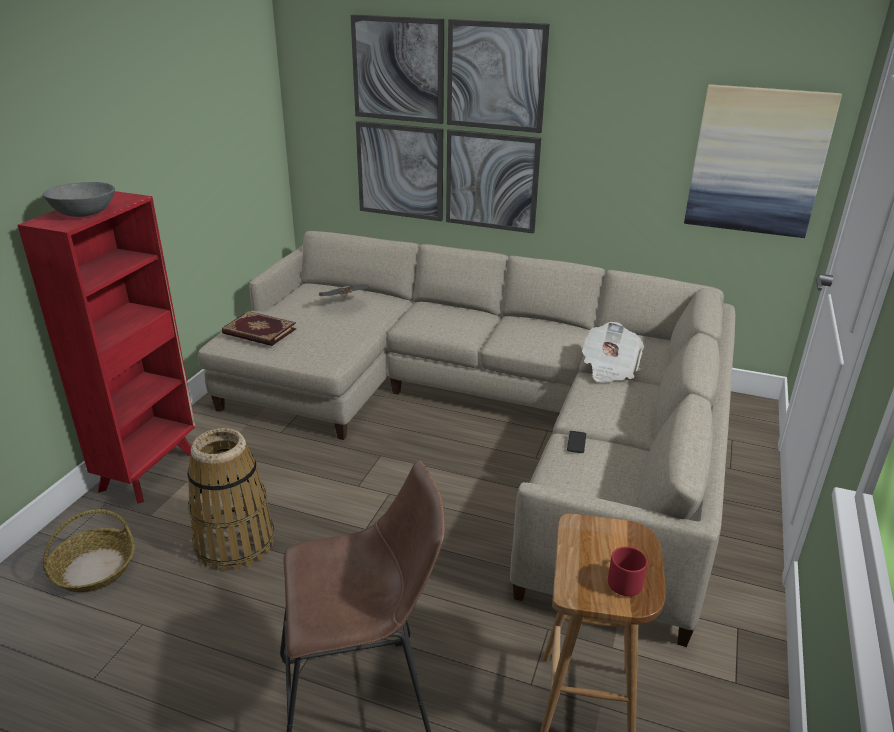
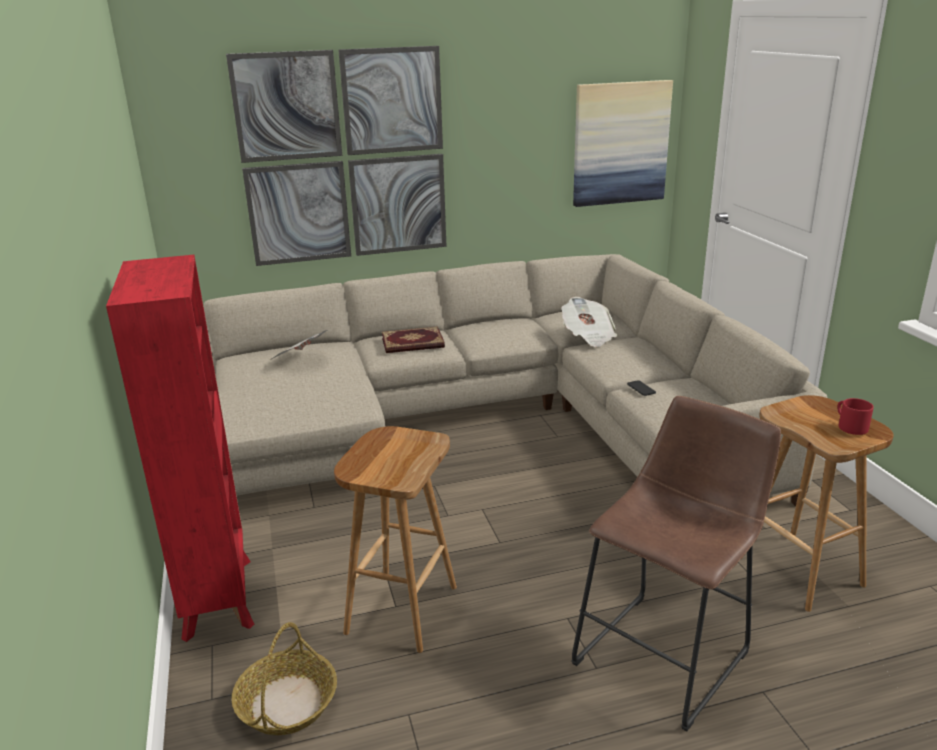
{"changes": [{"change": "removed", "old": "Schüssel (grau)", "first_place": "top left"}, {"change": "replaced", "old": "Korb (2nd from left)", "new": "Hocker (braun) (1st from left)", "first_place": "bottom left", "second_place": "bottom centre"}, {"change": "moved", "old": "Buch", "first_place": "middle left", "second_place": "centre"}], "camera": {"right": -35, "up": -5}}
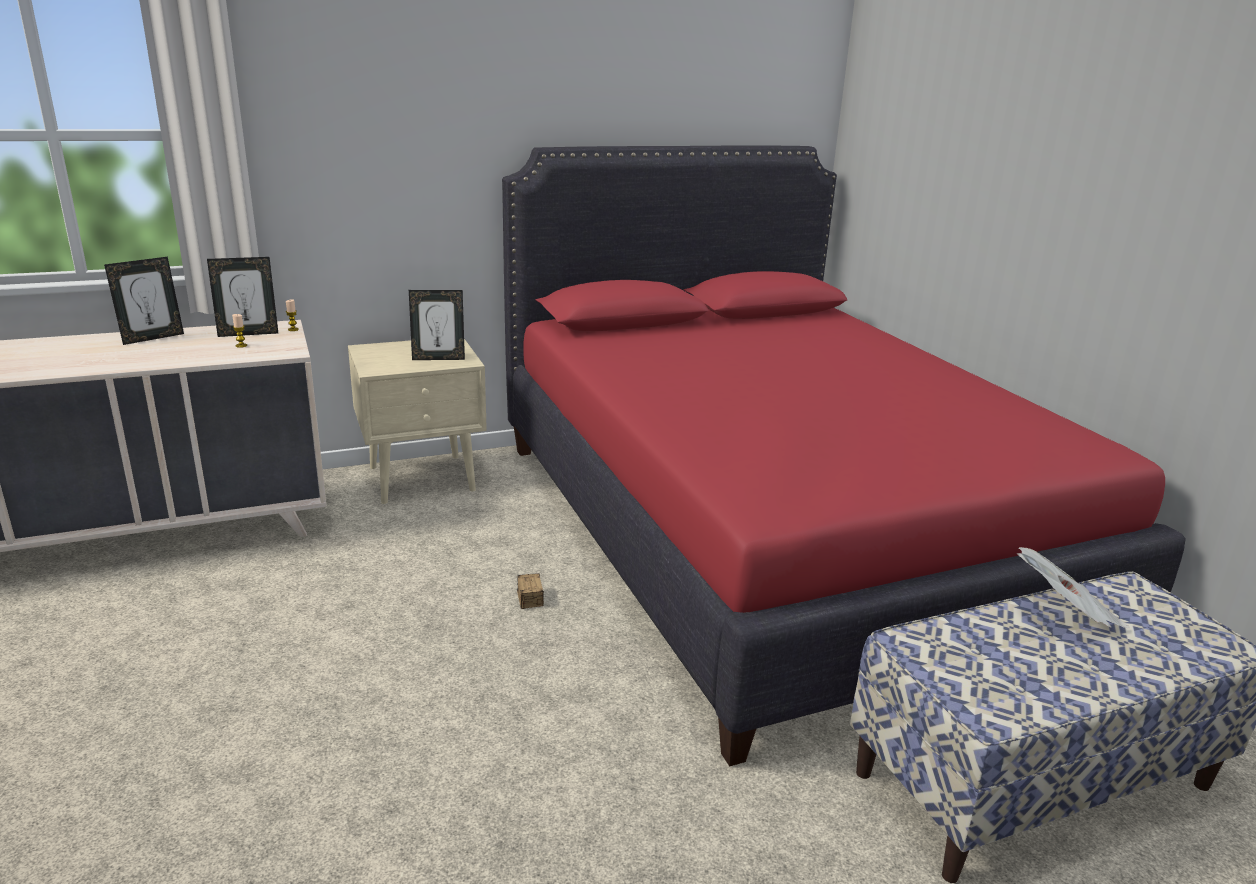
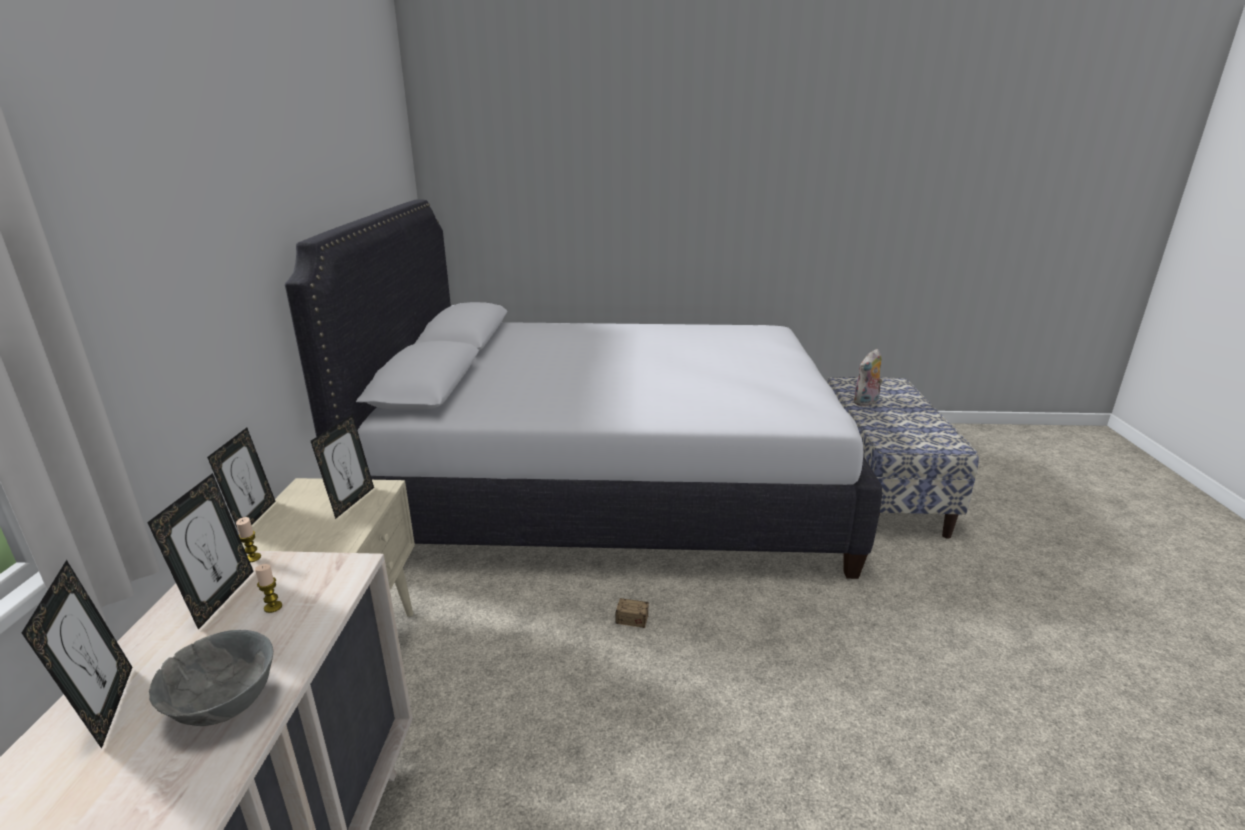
{"changes": [{"change": "recoloured", "old": "Bett (rot)", "new": "Bett (weiß)", "first_place": "middle right", "second_place": "centre"}, {"change": "replaced", "old": "Zeitung", "new": "Plüschtier", "first_place": "middle right", "second_place": "middle right"}, {"change": "added", "new": "Schüssel (grau)", "second_place": "bottom left"}, {"change": "added", "new": "Bilderrahmen (3rd from left)", "second_place": "middle left"}], "camera": {"right": -65, "up": 0}}
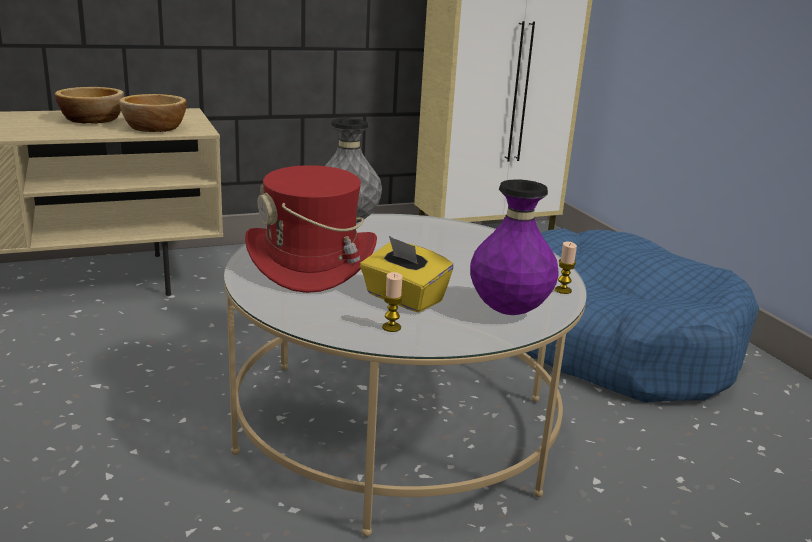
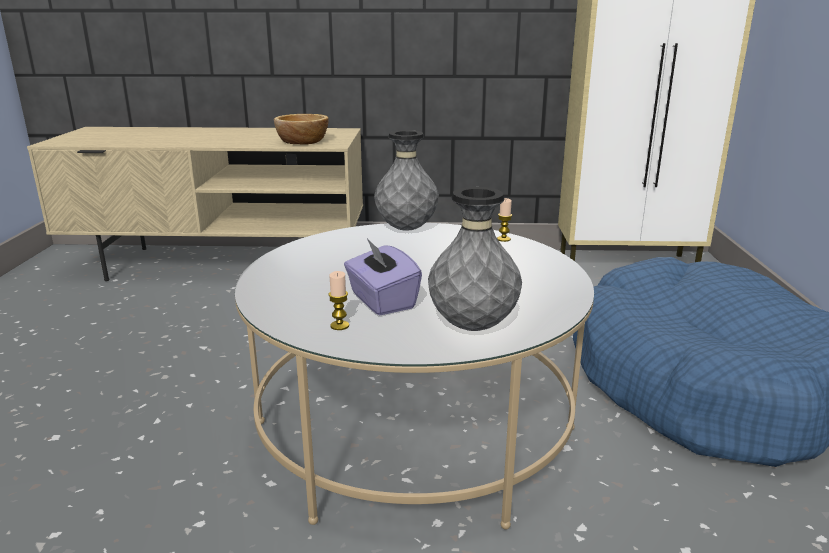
{"changes": [{"change": "removed", "old": "Schüssel (1st from left)", "first_place": "top left"}, {"change": "removed", "old": "Hut (rot)", "first_place": "centre"}, {"change": "recoloured", "old": "Taschentuchbox (gelb)", "new": "Taschentuchbox (lila)", "first_place": "centre", "second_place": "centre"}, {"change": "recoloured", "old": "Vase (lila)", "new": "Vase (grau) (2nd from left)", "first_place": "centre", "second_place": "centre"}, {"change": "moved", "old": "Kerze (2nd from left)", "first_place": "middle right", "second_place": "centre"}], "camera": {"right": 25, "up": 0}}
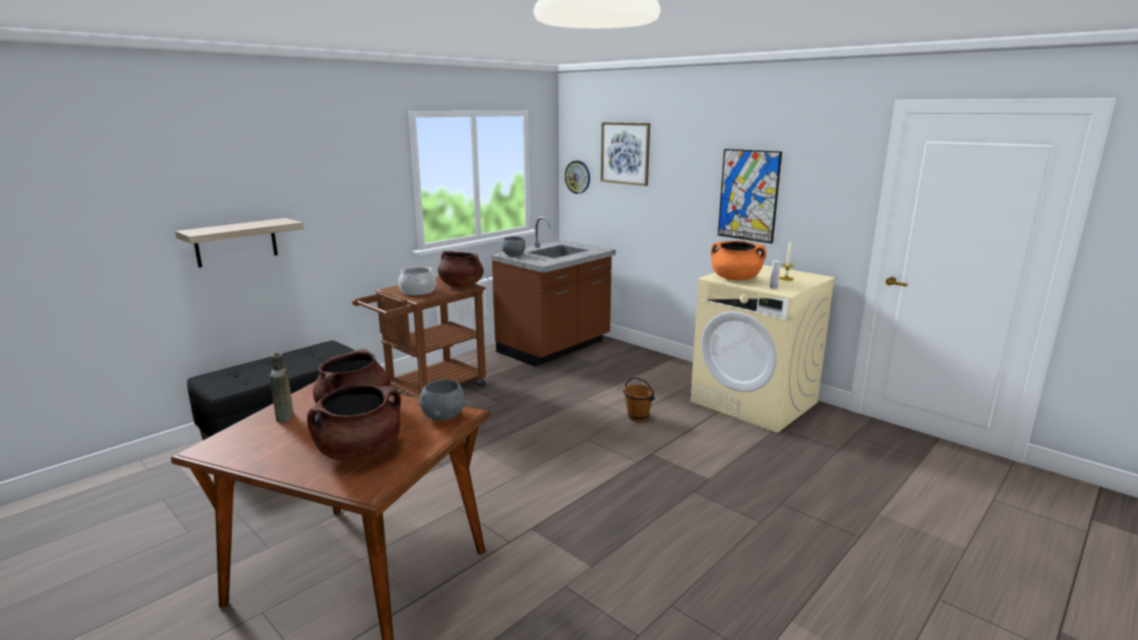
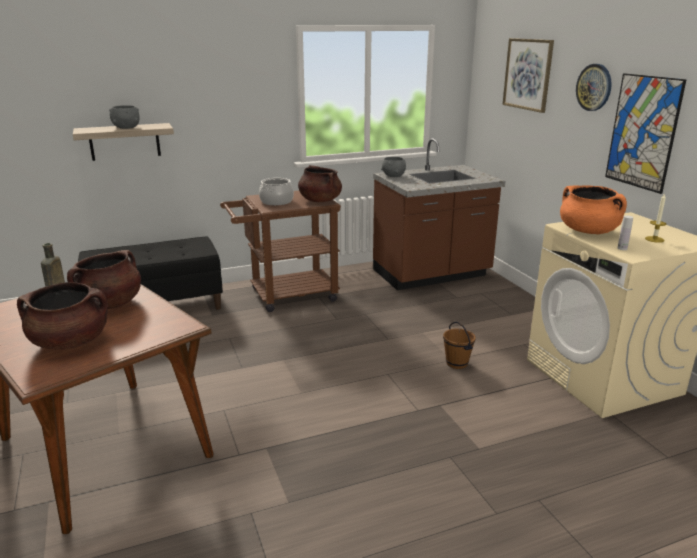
{"changes": [{"change": "moved", "old": "Schüssel (grau) (1st from left)", "first_place": "centre", "second_place": "top left"}, {"change": "moved", "old": "Wanduhr", "first_place": "top centre", "second_place": "top right"}], "camera": {"right": 25, "up": 5}}
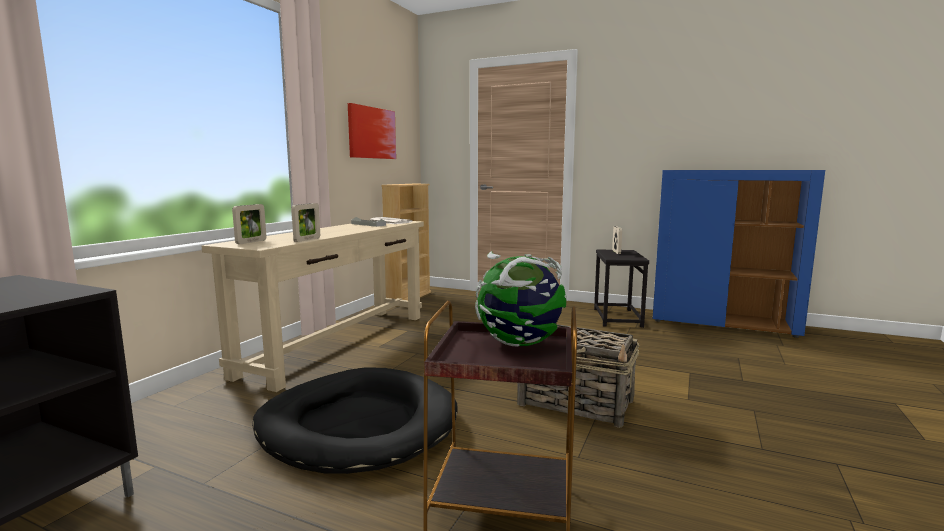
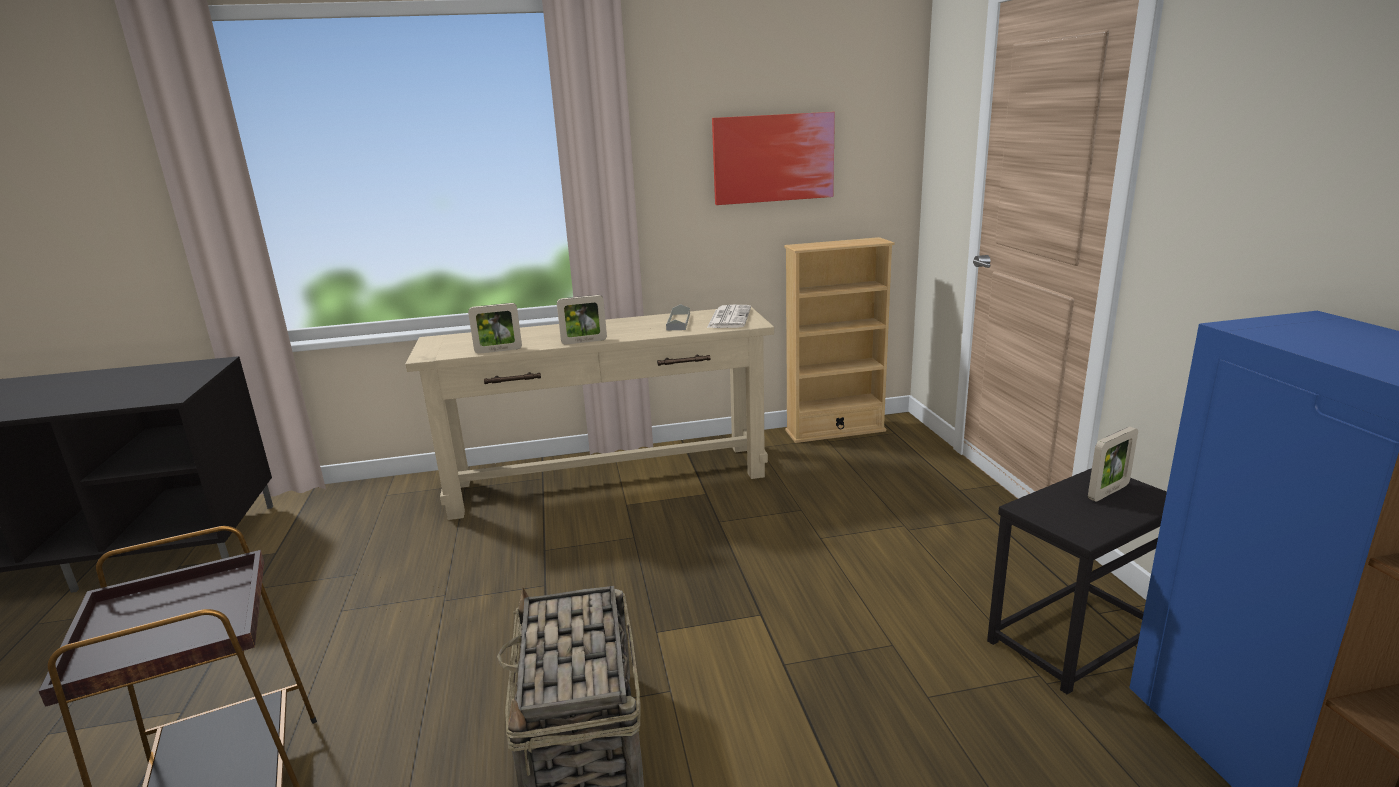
{"changes": [{"change": "moved", "old": "Bilderrahmen (1st from left in the first image)", "new": "Bilderrahmen (2nd from left)", "first_place": "middle left", "second_place": "centre"}, {"change": "removed", "old": "Hundebett (schwarz)", "first_place": "bottom centre"}, {"change": "removed", "old": "Globus", "first_place": "centre"}], "camera": {"right": 55, "up": 10}}
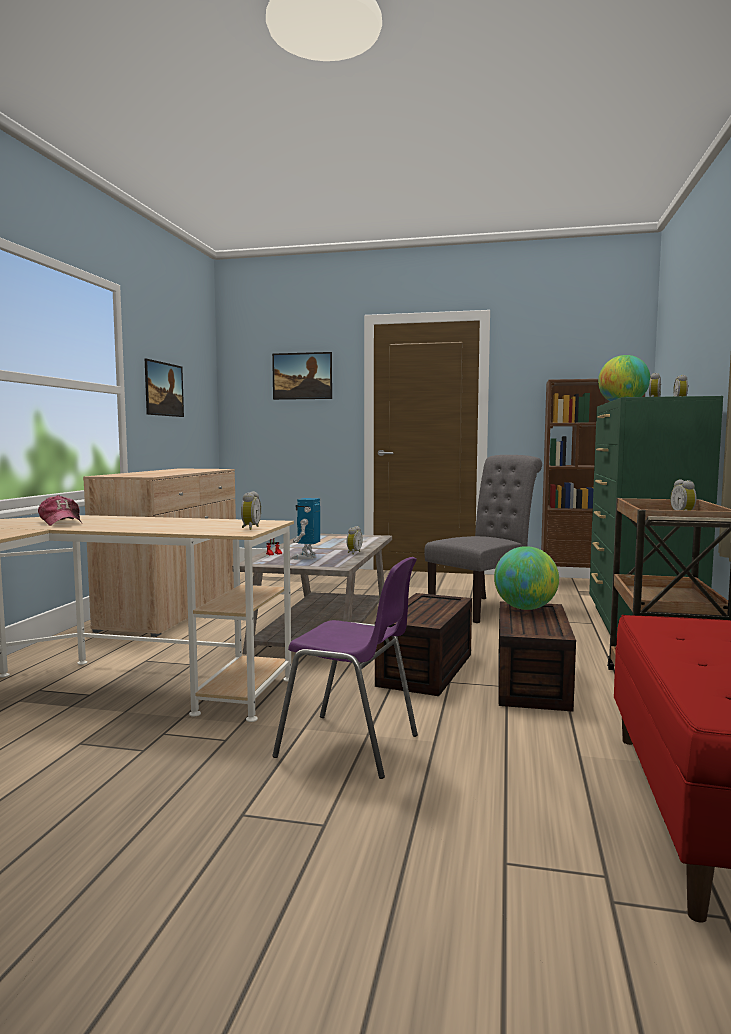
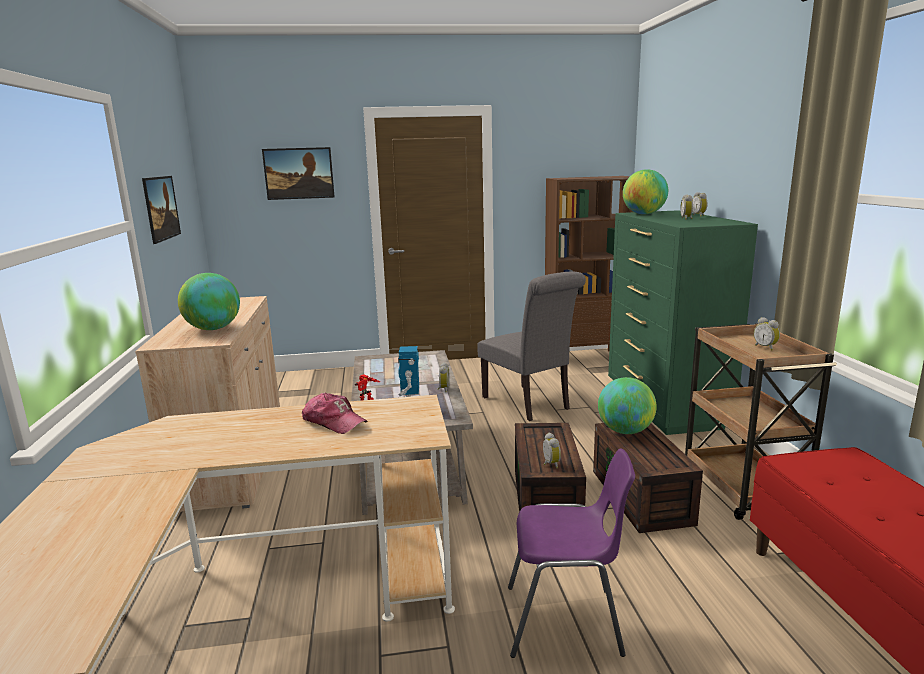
{"changes": [{"change": "moved", "old": "Kappe", "first_place": "middle left", "second_place": "centre"}, {"change": "moved", "old": "Wecker (1st from left in the first image)", "new": "Wecker (2nd from left)", "first_place": "centre", "second_place": "bottom centre"}, {"change": "turned", "old": "Stuhl (grau)", "first_place": "centre", "second_place": "centre", "degrees": 120}, {"change": "added", "new": "Globus (1st from left)", "second_place": "middle left"}], "camera": {"right": -20, "up": 10}}
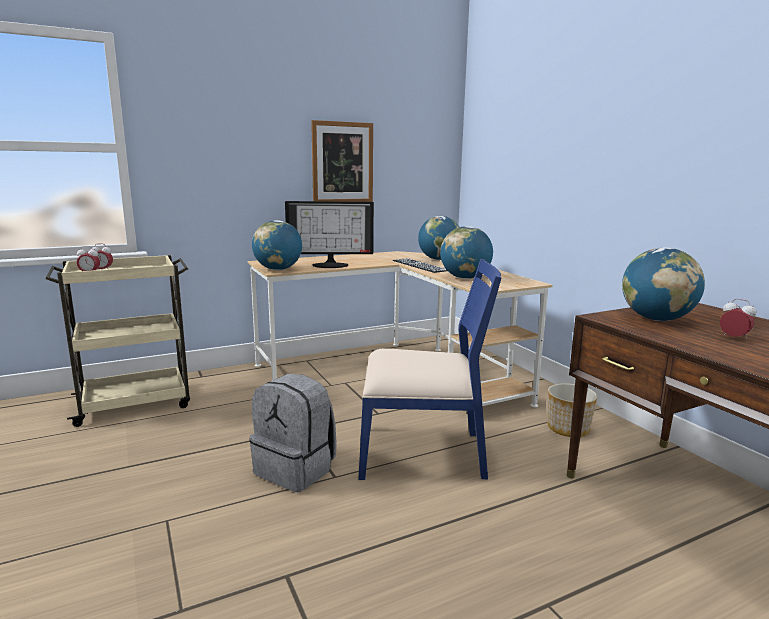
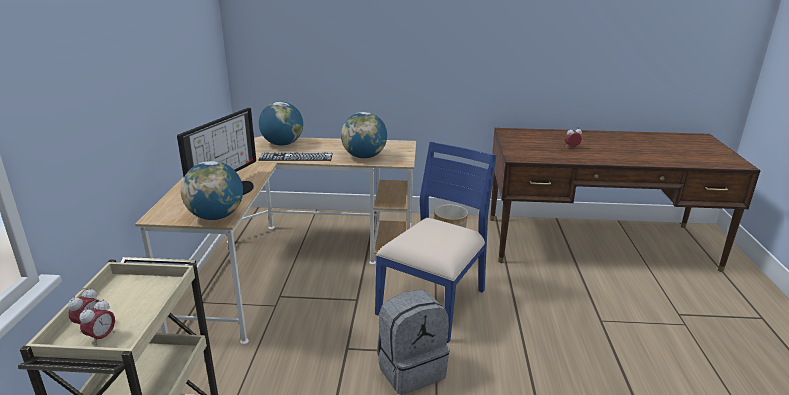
{"changes": [{"change": "removed", "old": "Bild", "first_place": "top centre"}, {"change": "removed", "old": "Globus (4th from left)", "first_place": "middle right"}], "camera": {"right": -60, "up": 10}}
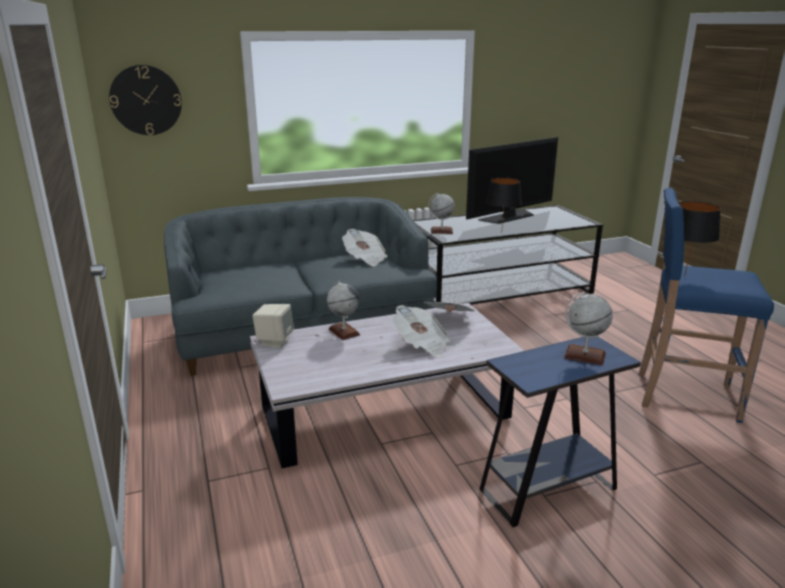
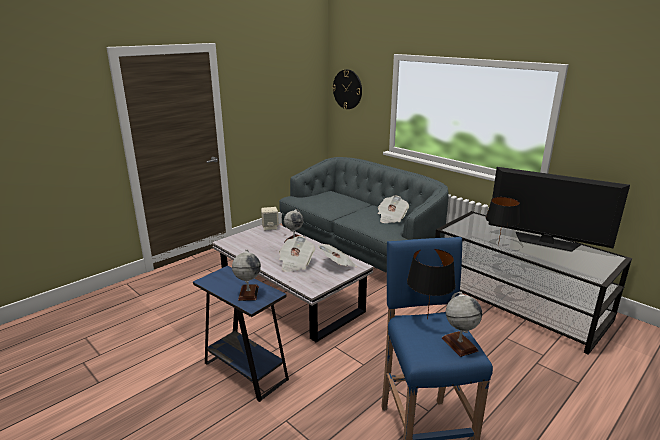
{"changes": [{"change": "moved", "old": "Globus (2nd from left in the first image)", "new": "Globus (3rd from left)", "first_place": "centre", "second_place": "bottom right"}], "camera": {"right": 65, "up": 0}}
